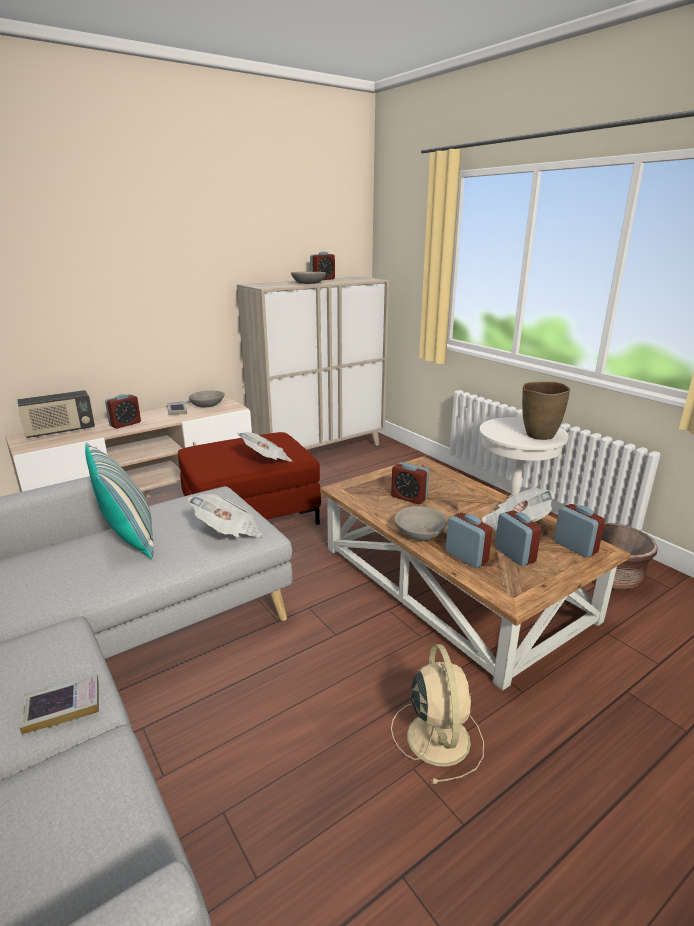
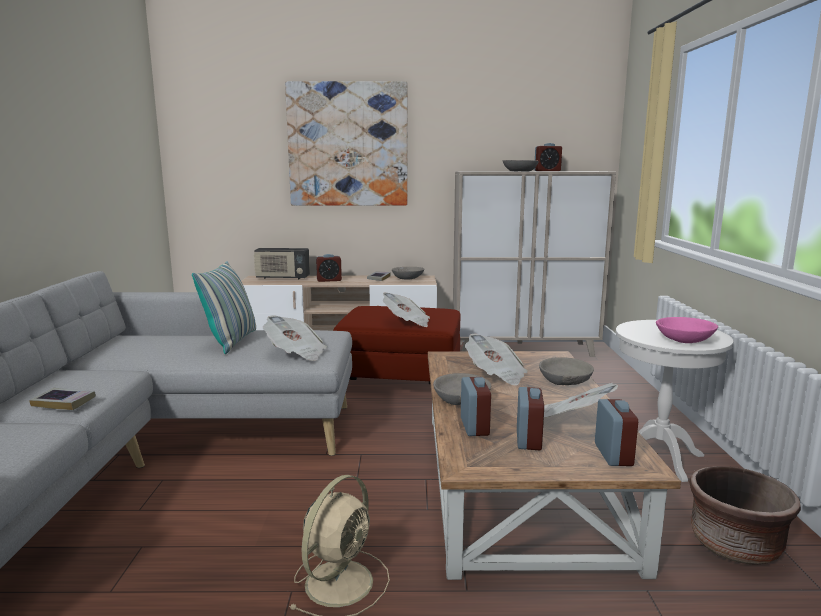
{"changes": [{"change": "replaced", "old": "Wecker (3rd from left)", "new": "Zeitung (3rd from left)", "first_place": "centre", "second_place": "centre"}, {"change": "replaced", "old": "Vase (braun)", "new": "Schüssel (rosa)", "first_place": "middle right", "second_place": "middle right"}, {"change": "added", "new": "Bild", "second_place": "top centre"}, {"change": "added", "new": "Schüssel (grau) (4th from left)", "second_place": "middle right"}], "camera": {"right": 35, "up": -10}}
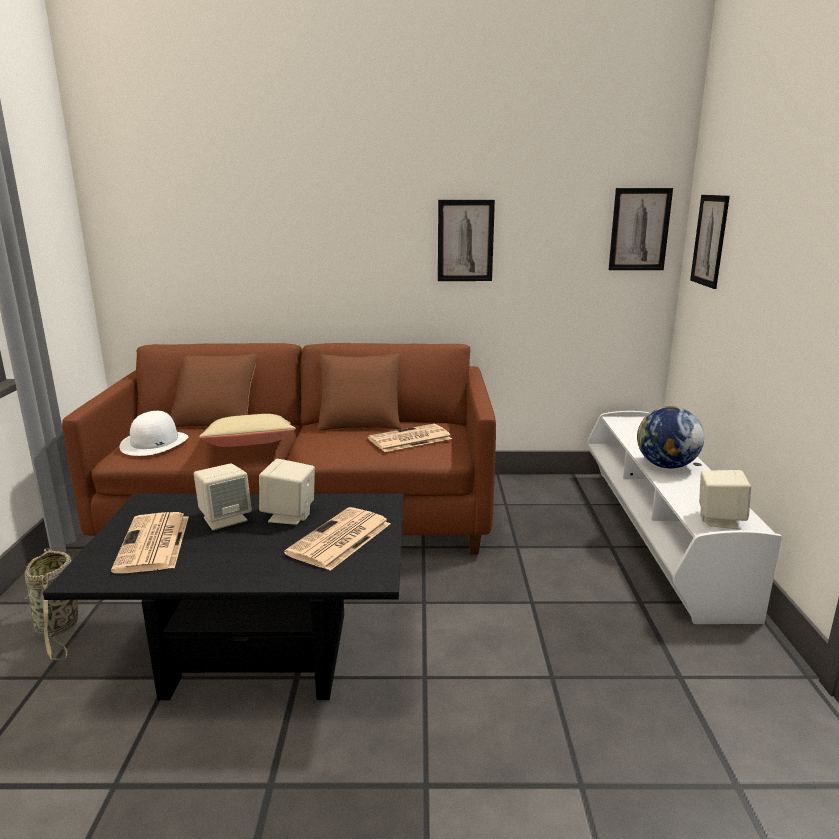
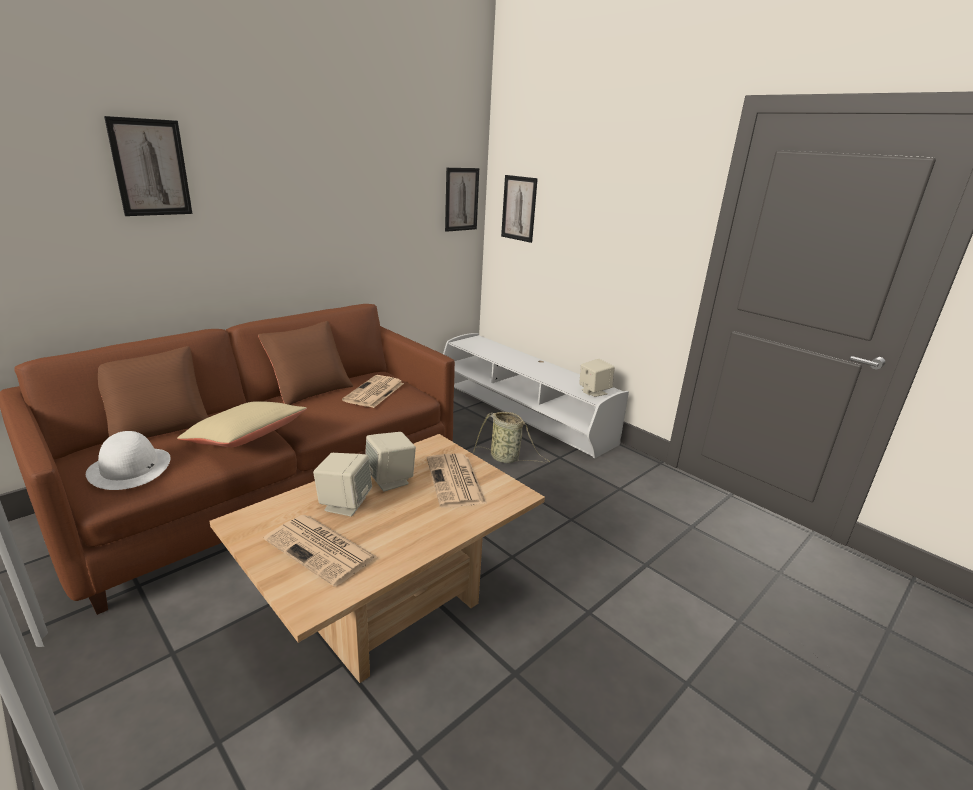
{"changes": [{"change": "moved", "old": "Korb", "first_place": "bottom left", "second_place": "centre"}, {"change": "recoloured", "old": "Couchtisch (schwarz)", "new": "Couchtisch (beige)", "first_place": "bottom left", "second_place": "bottom centre"}, {"change": "moved", "old": "Bild (1st from left)", "first_place": "top centre", "second_place": "top left"}, {"change": "removed", "old": "Globus", "first_place": "middle right"}], "camera": {"right": -45, "up": 5}}
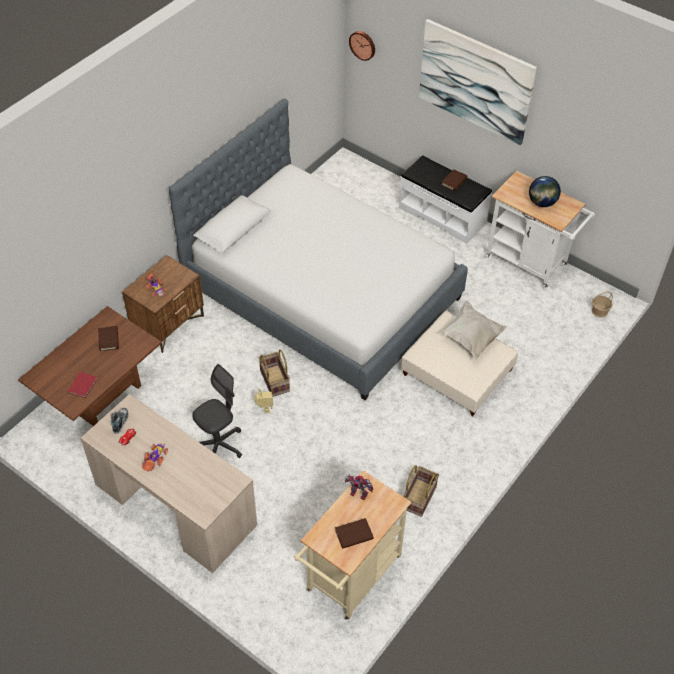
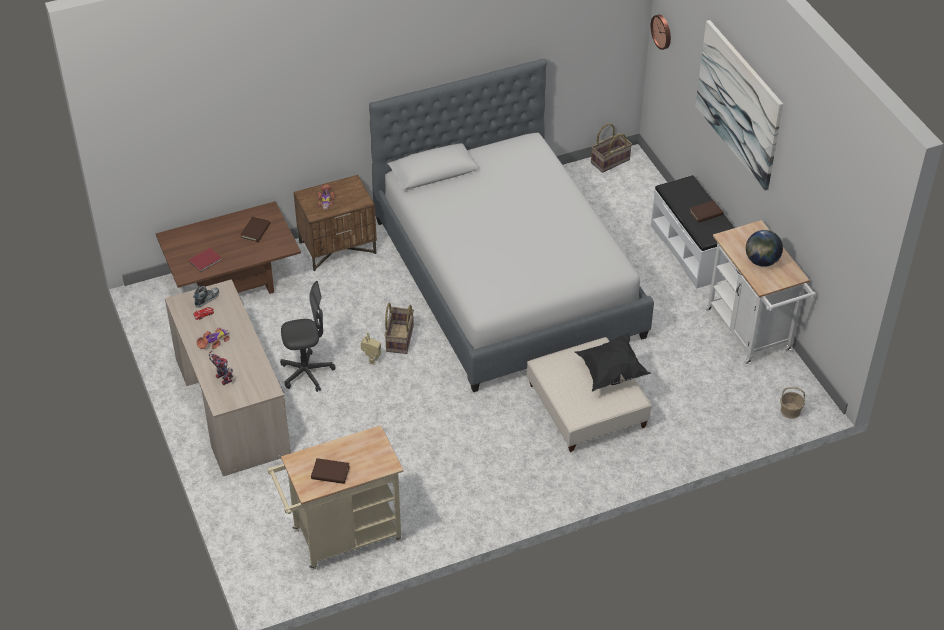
{"changes": [{"change": "moved", "old": "Spielzeugroboter (2nd from left in the first image)", "new": "Spielzeugroboter (1st from left)", "first_place": "bottom centre", "second_place": "middle left"}, {"change": "moved", "old": "Korb (2nd from left)", "first_place": "bottom centre", "second_place": "top centre"}, {"change": "recoloured", "old": "Kissen (weiß)", "new": "Kissen (schwarz)", "first_place": "middle right", "second_place": "centre"}], "camera": {"right": 30, "up": -5}}
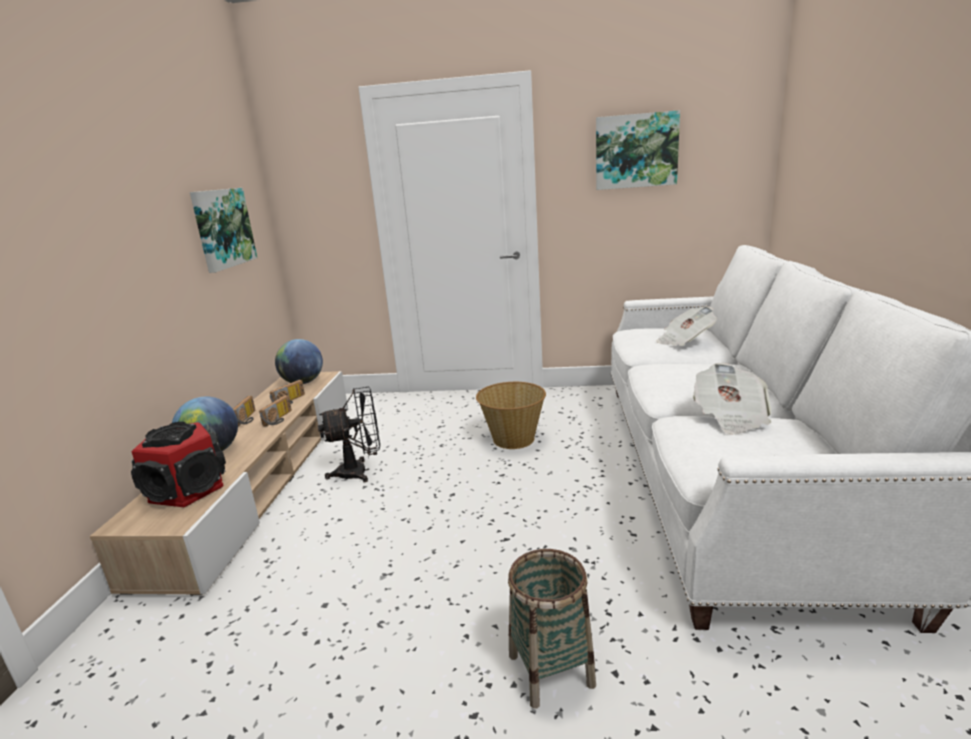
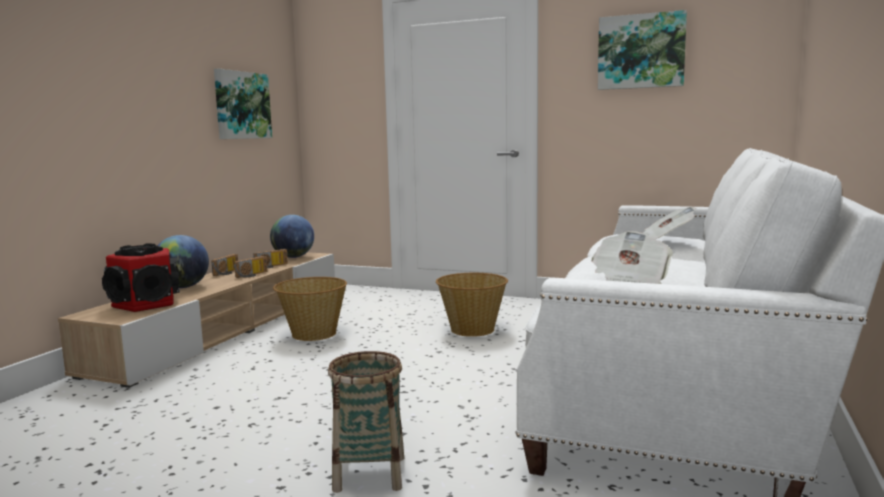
{"changes": [{"change": "replaced", "old": "Ventilator (schwarz)", "new": "Korb (1st from left)", "first_place": "centre", "second_place": "centre"}], "camera": {"right": 15, "up": -10}}
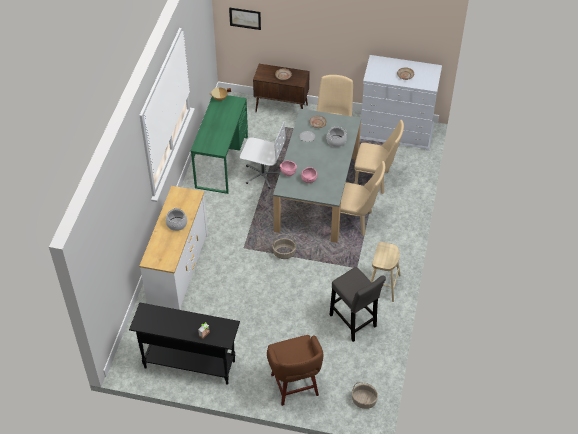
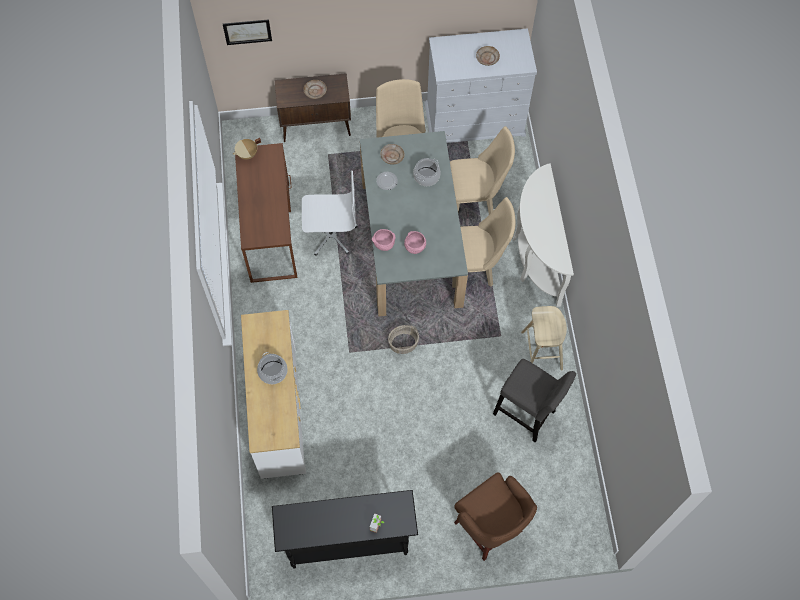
{"changes": [{"change": "recoloured", "old": "Schreibtisch (grün)", "new": "Schreibtisch (braun)", "first_place": "top centre", "second_place": "middle left"}, {"change": "removed", "old": "Korb (2nd from left)", "first_place": "bottom centre"}, {"change": "added", "new": "Konsolentisch (weiß)", "second_place": "middle right"}], "camera": {"right": -20, "up": 15}}
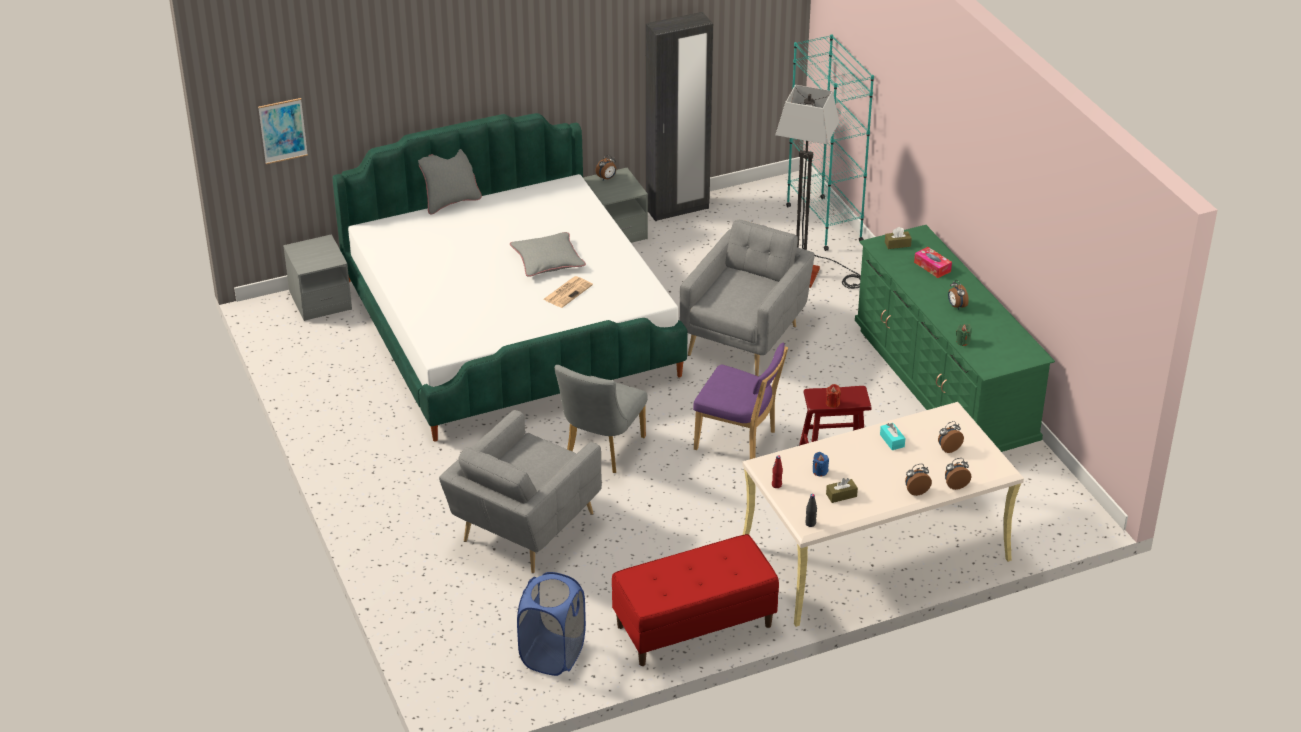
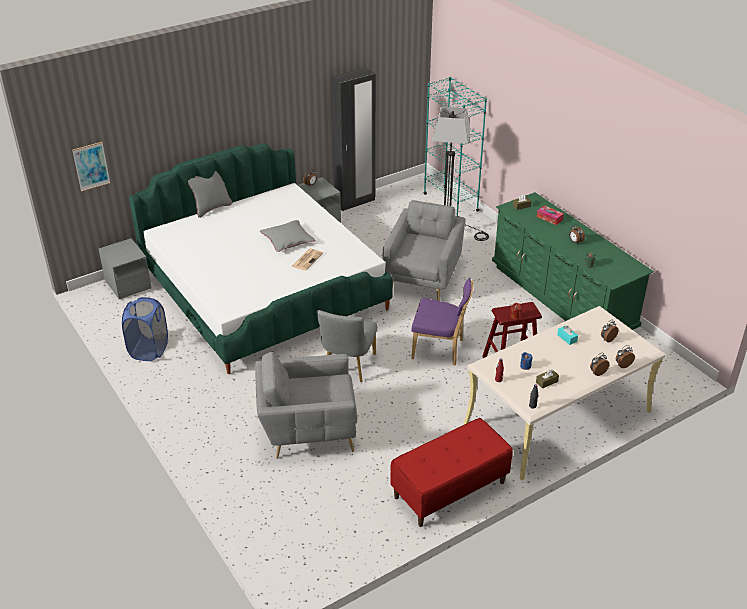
{"changes": [{"change": "turned", "old": "Sessel (grau) (1st from left)", "first_place": "bottom centre", "second_place": "centre", "degrees": 60}, {"change": "moved", "old": "Wäschekorb (blau)", "first_place": "bottom centre", "second_place": "middle left"}], "camera": {"right": -10, "up": 0}}
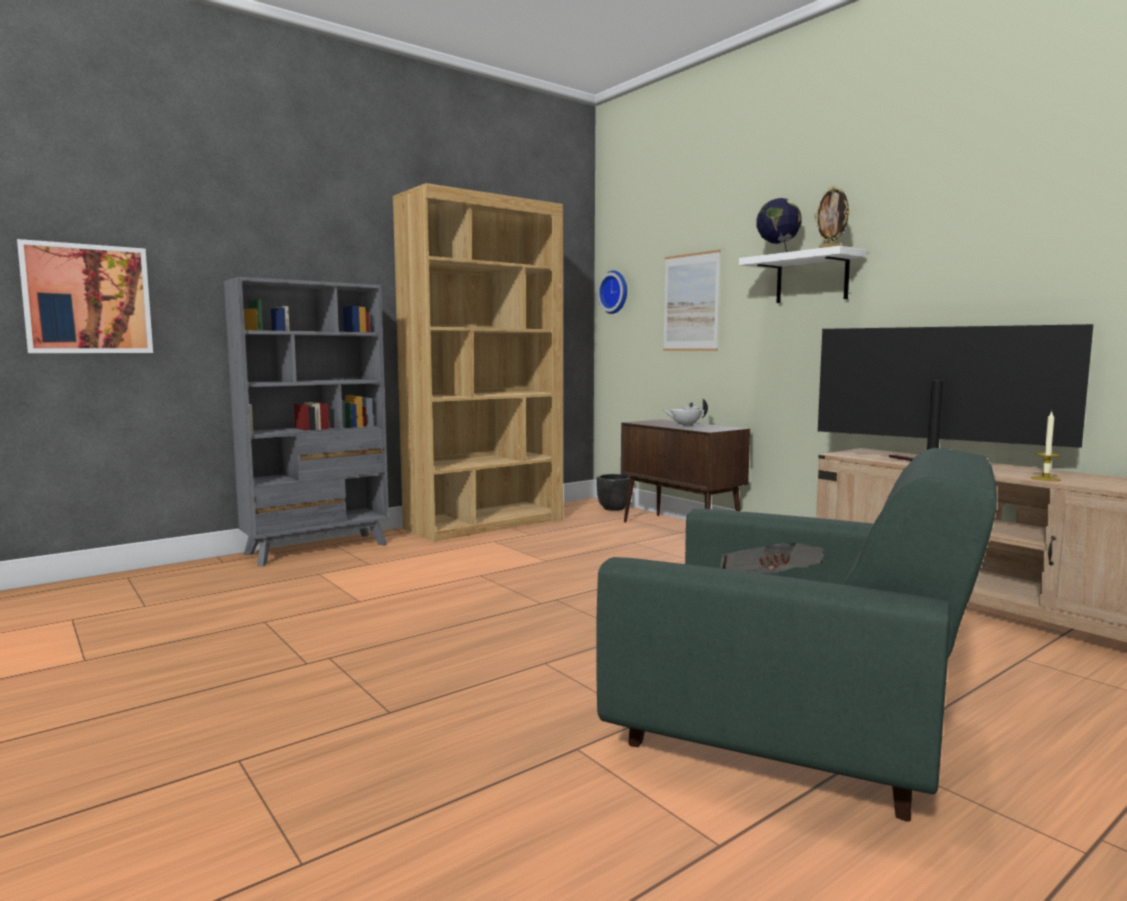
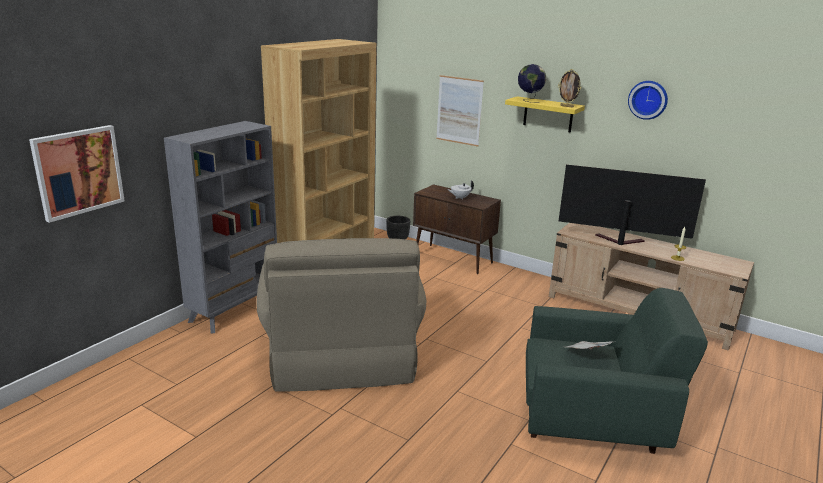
{"changes": [{"change": "moved", "old": "Wanduhr", "first_place": "top centre", "second_place": "top right"}, {"change": "recoloured", "old": "Wandregal (weiß)", "new": "Wandregal (gelb)", "first_place": "top right", "second_place": "top centre"}, {"change": "added", "new": "Sessel (beige)", "second_place": "centre"}], "camera": {"right": -20, "up": 15}}
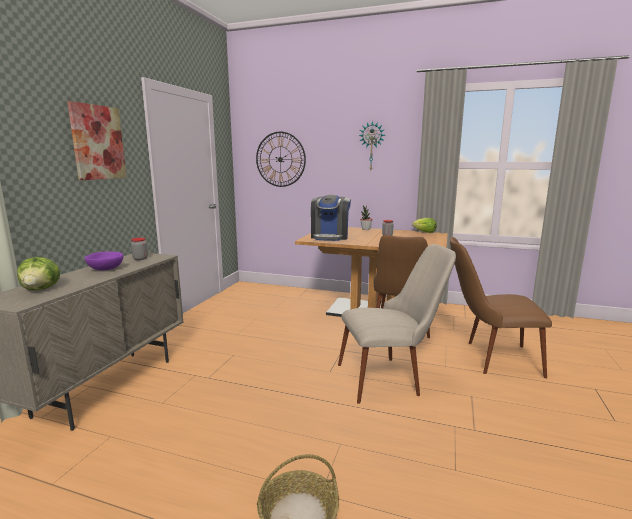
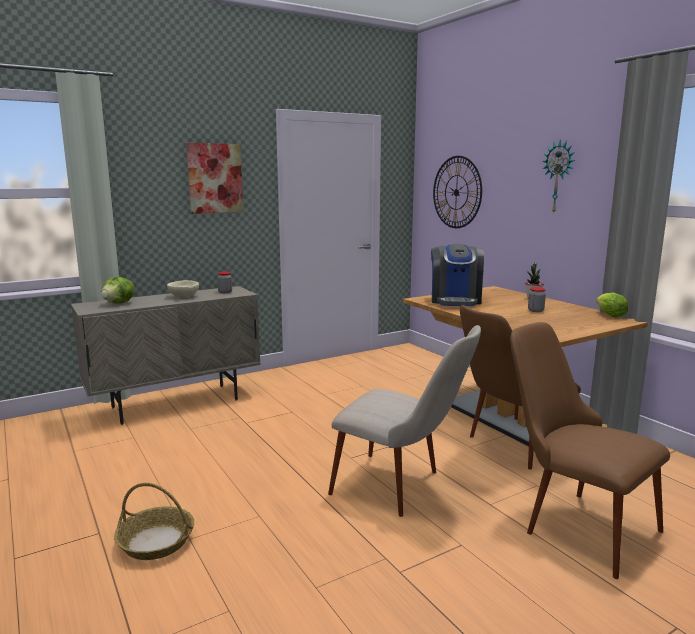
{"changes": [{"change": "recoloured", "old": "Schüssel (lila)", "new": "Schüssel (beige)", "first_place": "middle left", "second_place": "middle left"}, {"change": "turned", "old": "Kaffeemaschine", "first_place": "centre", "second_place": "centre", "degrees": -45}], "camera": {"right": 40, "up": 0}}
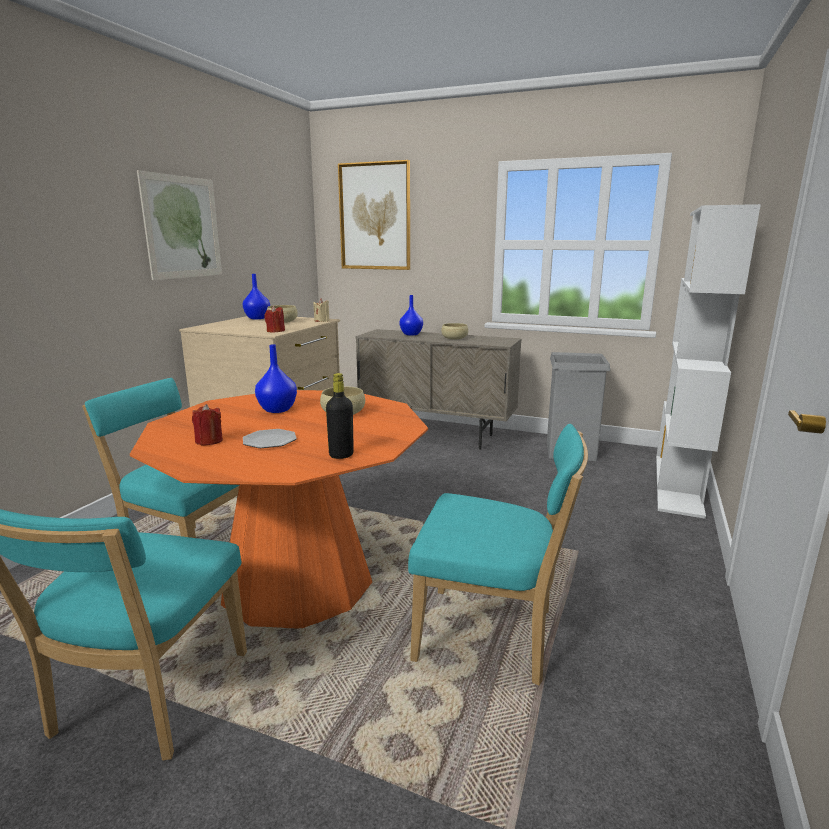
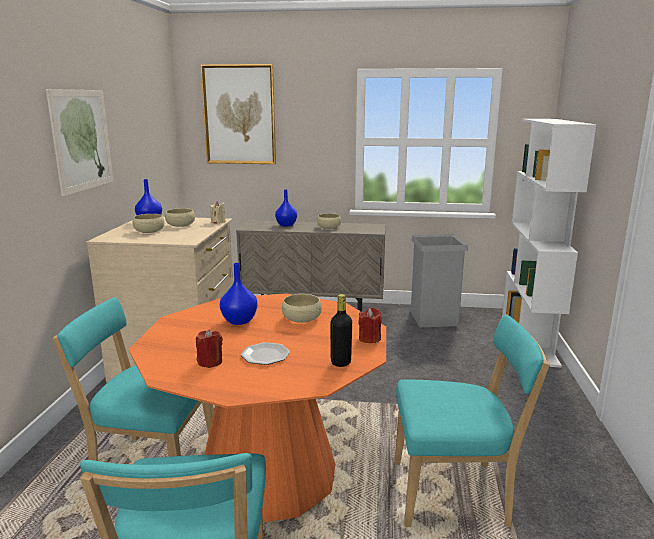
{"changes": [{"change": "moved", "old": "Kerze (rot) (2nd from left)", "first_place": "middle left", "second_place": "centre"}, {"change": "added", "new": "Schüssel (beige) (1st from left)", "second_place": "middle left"}], "camera": {"right": -15, "up": 0}}
